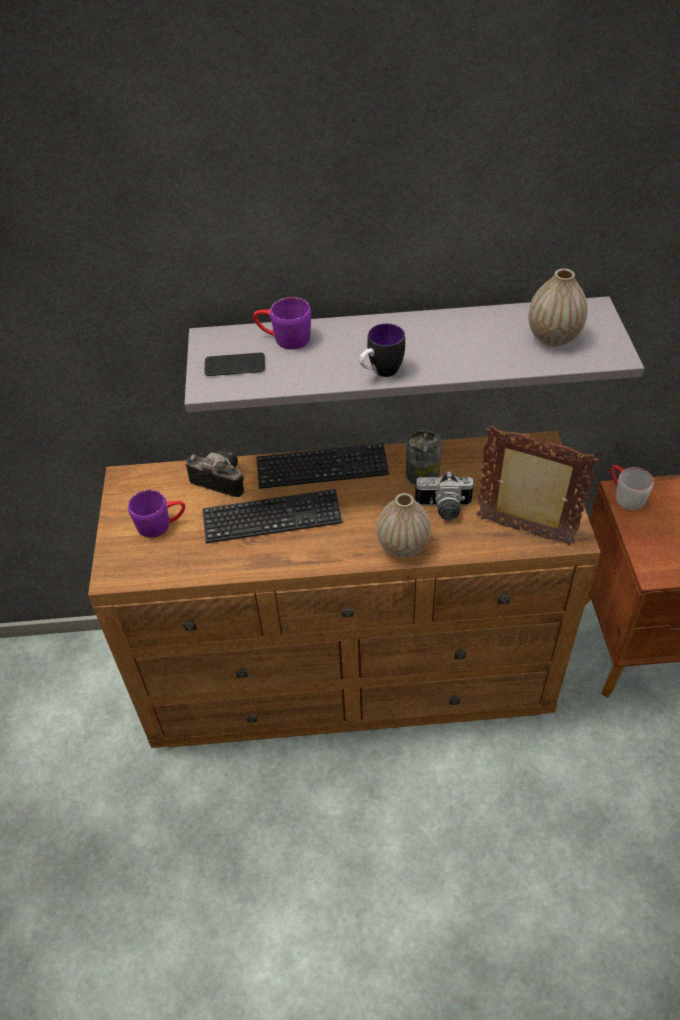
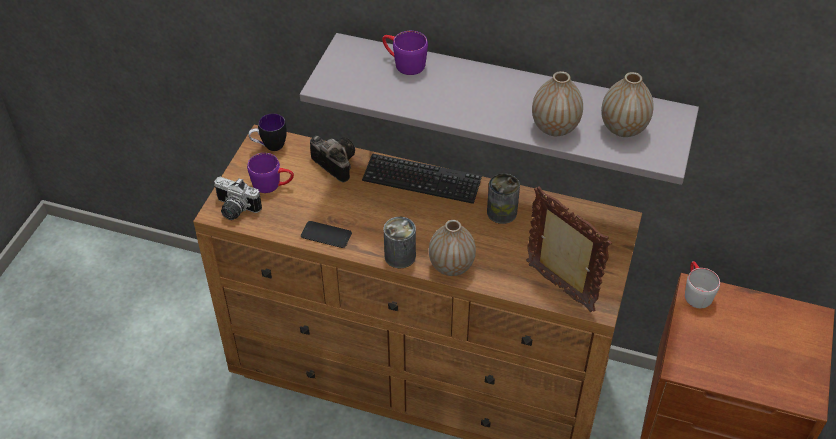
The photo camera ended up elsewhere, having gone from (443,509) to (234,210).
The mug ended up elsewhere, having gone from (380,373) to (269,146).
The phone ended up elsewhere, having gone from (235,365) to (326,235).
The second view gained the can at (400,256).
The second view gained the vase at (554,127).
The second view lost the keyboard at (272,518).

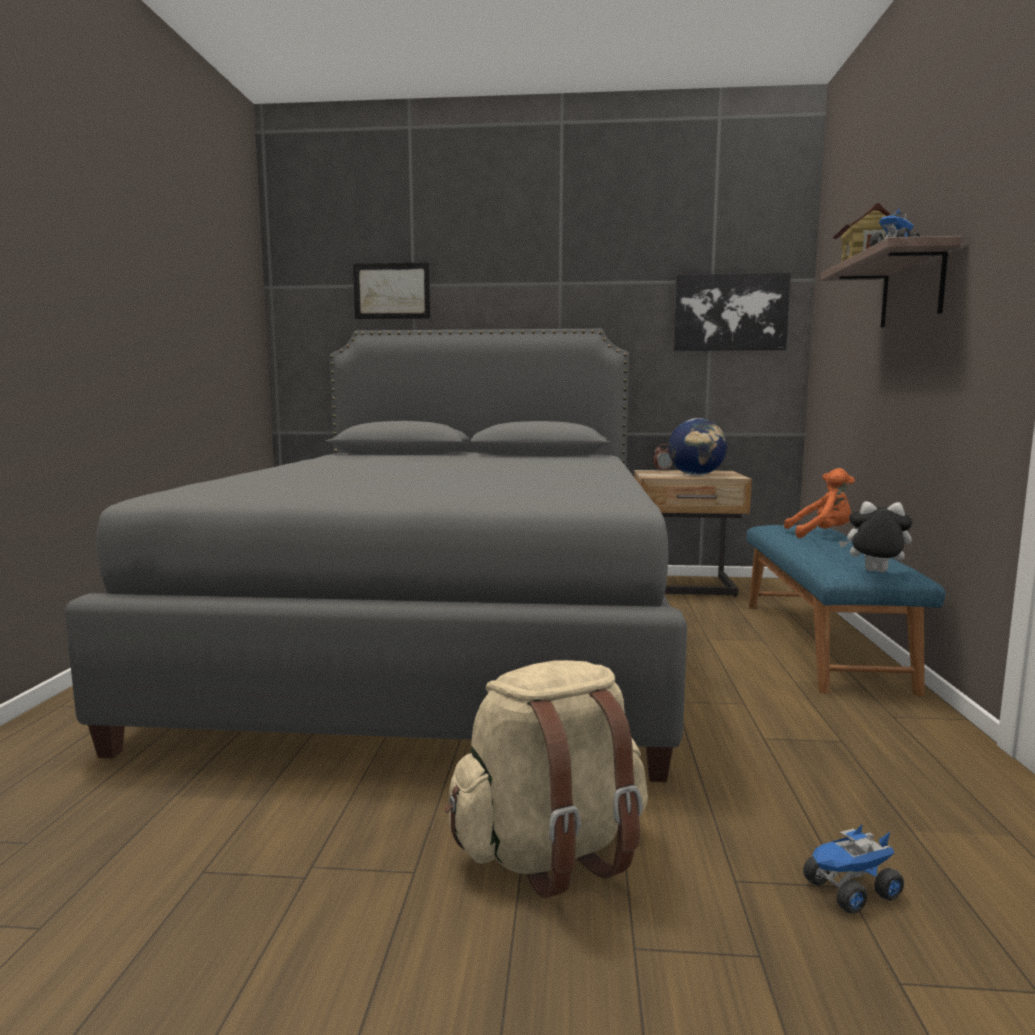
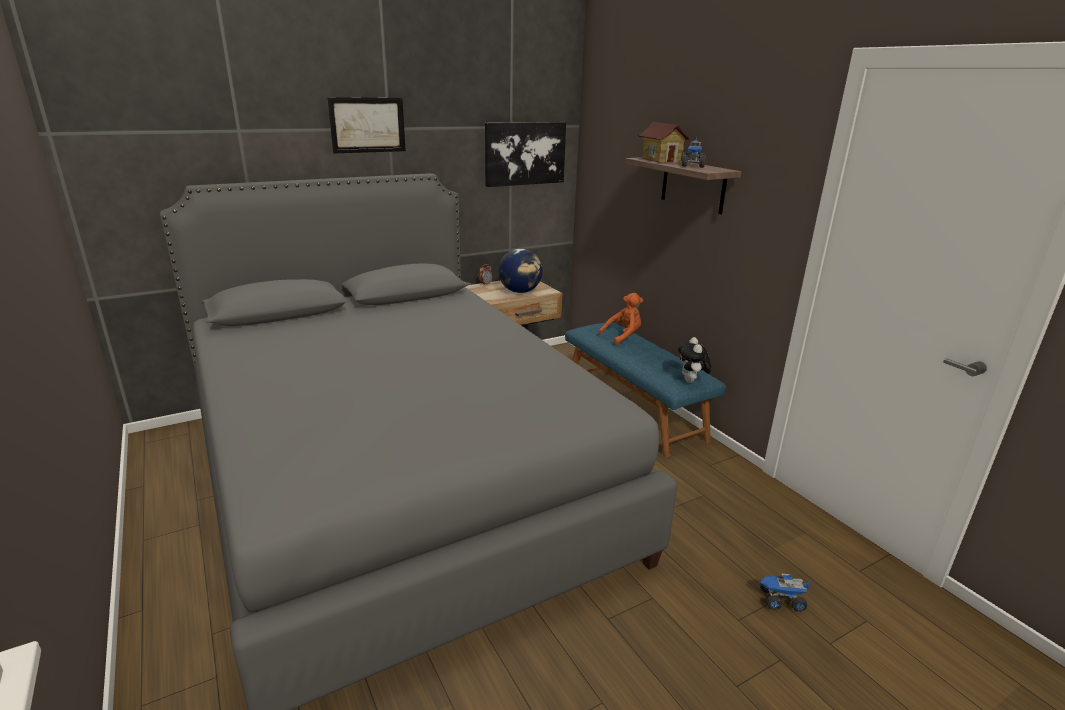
The picture ended up elsewhere, having gone from (392,291) to (367,125).
The plush toy at (874,572) ended up facing another way, 75 degrees counterclockwise from before.
The toy truck at (851,891) ended up facing another way, 60 degrees clockwise from before.
The second view lost the beige backpack at (551,851).

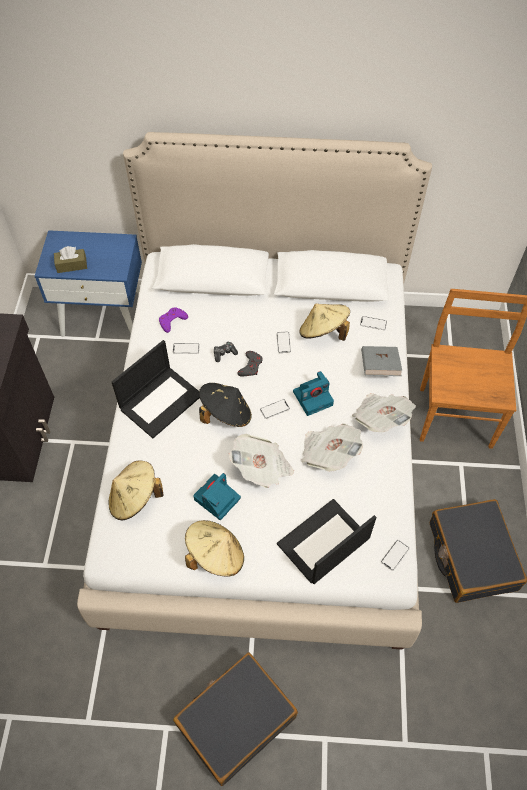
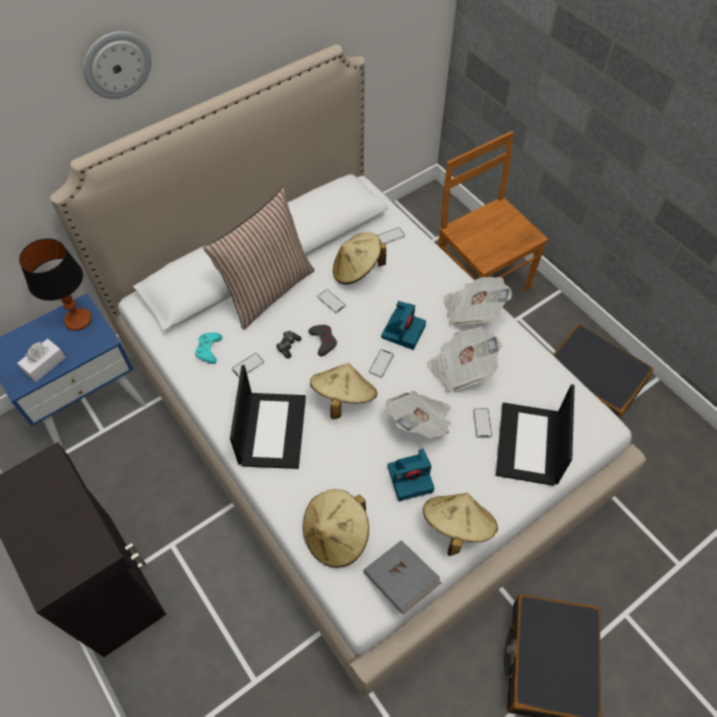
What was the brown tissue box at (71,265) turned into the white tissue box at (44,364).
The second view gained the table lamp at (78,320).
The second view gained the wall clock at (116,64).
What was the purple game controller at (172,321) turned into the turquoise game controller at (209,349).
The second view gained the pillow at (268,290).
What was the black hat at (225,414) turned into the beige hat at (343,398).
The grey book ended up elsewhere, having gone from (379,368) to (400,581).
The photo camera at (217,499) ended up facing another way, 105 degrees counterclockwise from before.
The phone ended up elsewhere, having gone from (395,555) to (482,423).

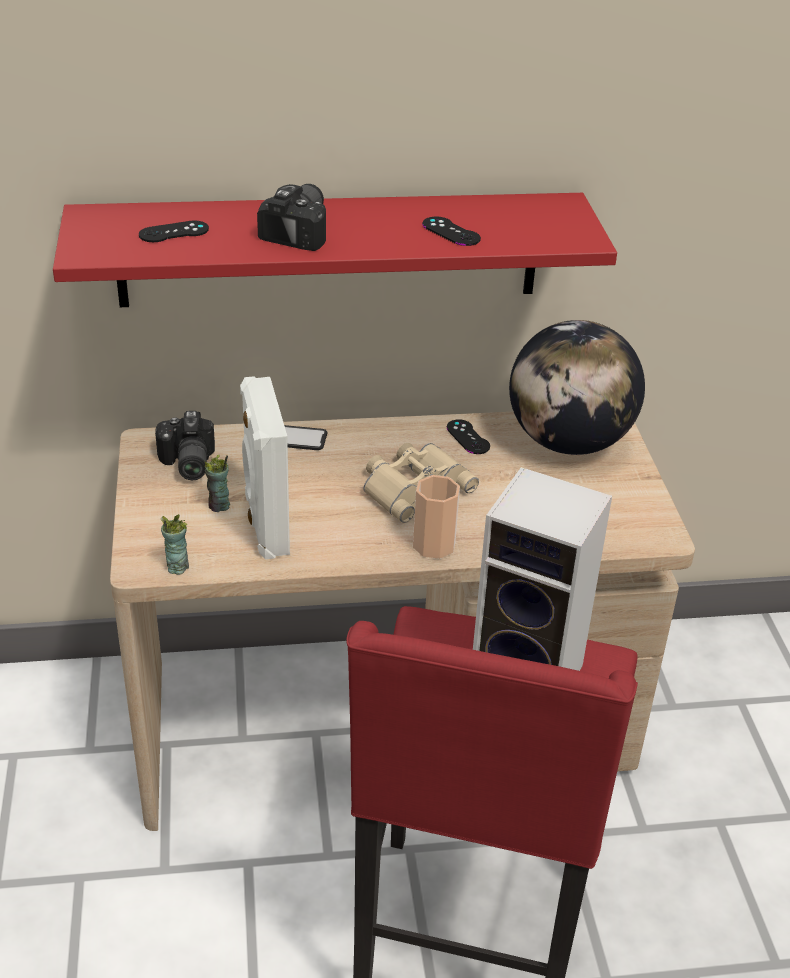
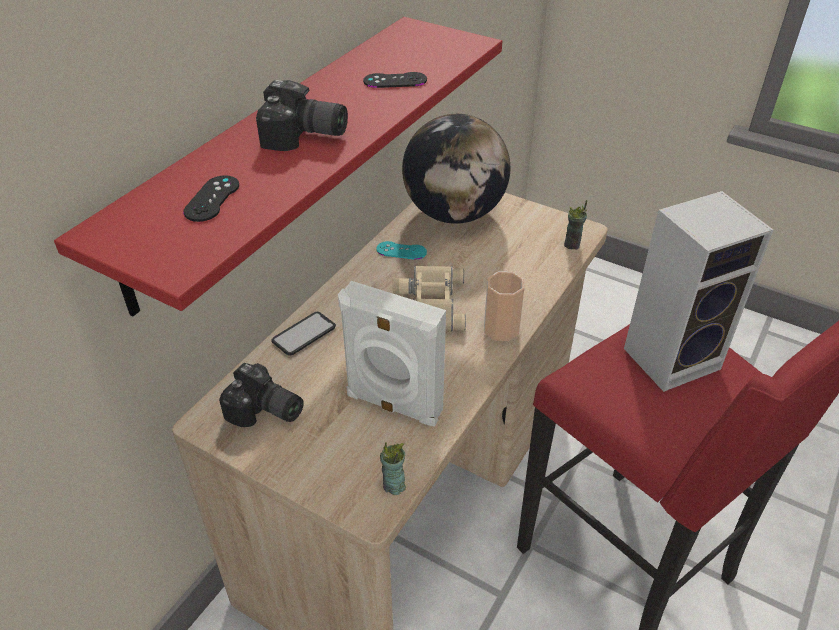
The photo camera at (302,231) ended up facing another way, 135 degrees clockwise from before.
What was the black game controller at (468,437) turned into the turquoise game controller at (401,251).
The cup ended up elsewhere, having gone from (219,506) to (572,245).

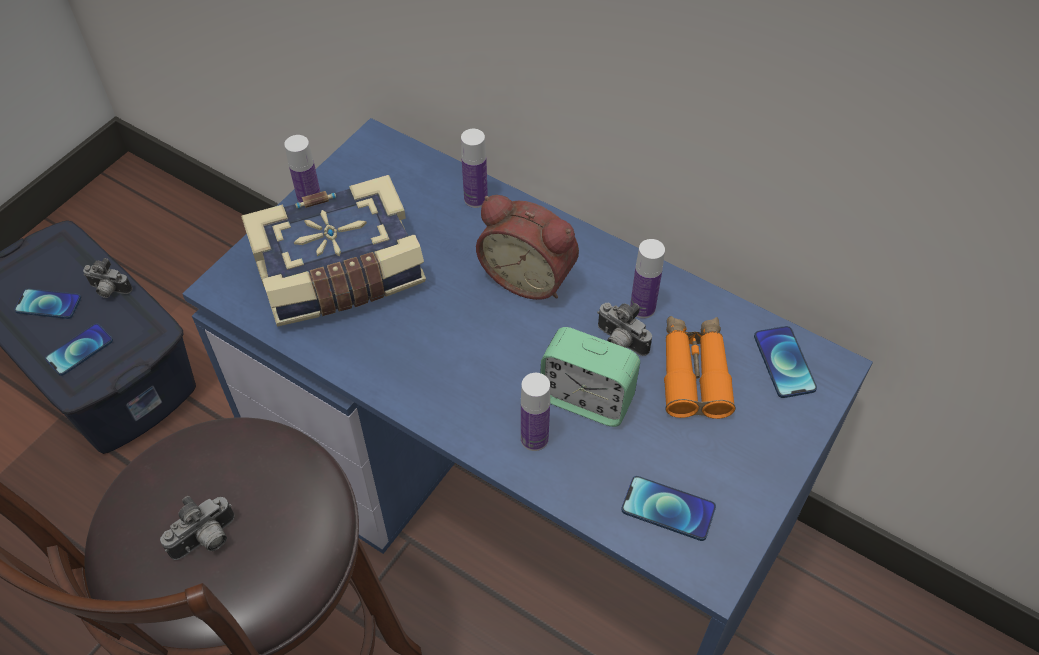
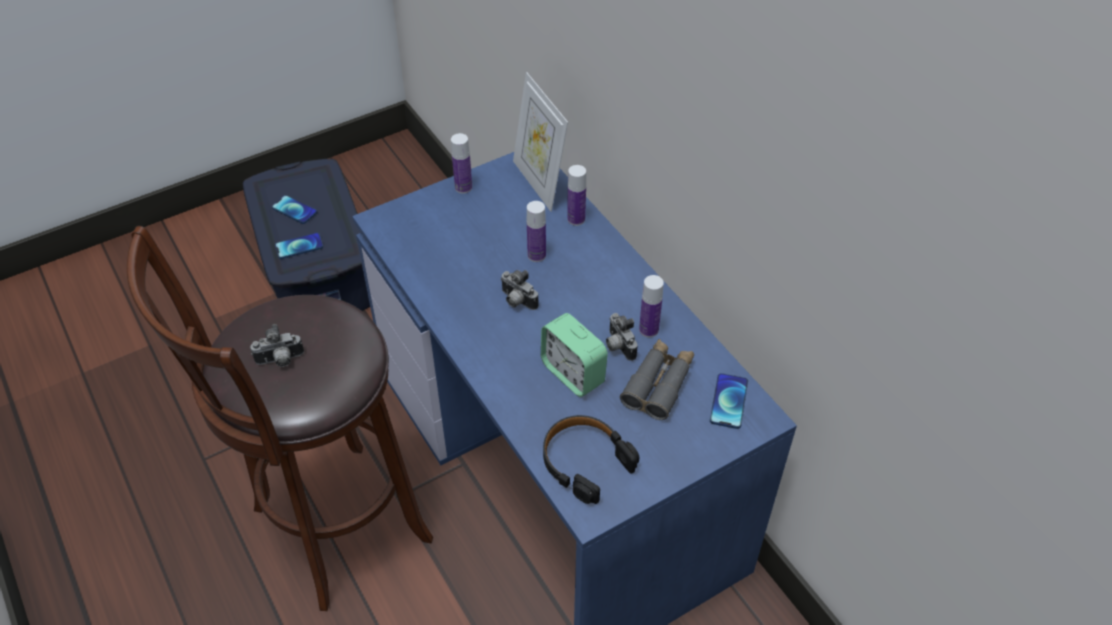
The photo camera ended up elsewhere, having gone from (109,291) to (517,301).
The second view gained the picture frame at (539,183).
The bottle ended up elsewhere, having gone from (534,439) to (536,255).
Where the phone stood at (668,509), the black headphones came to stand at (585,462).
What was the orange binoculars at (694,372) turned into the grey binoculars at (658,384).
The second view lost the book at (340,274).
The second view lost the alarm clock at (529,276).

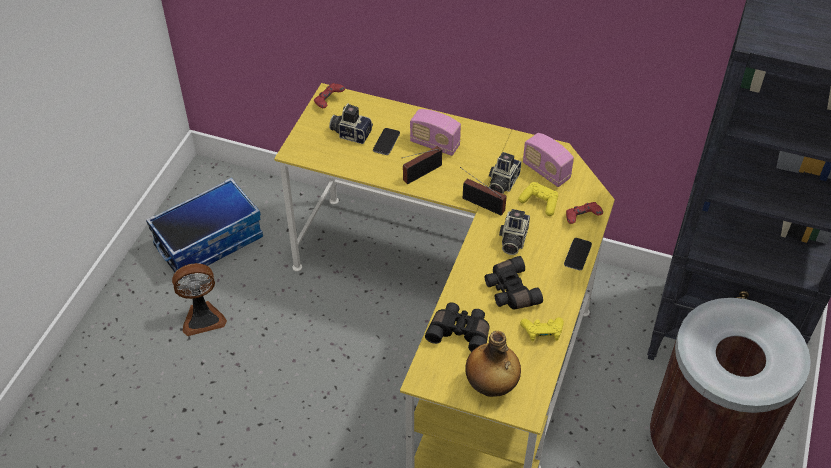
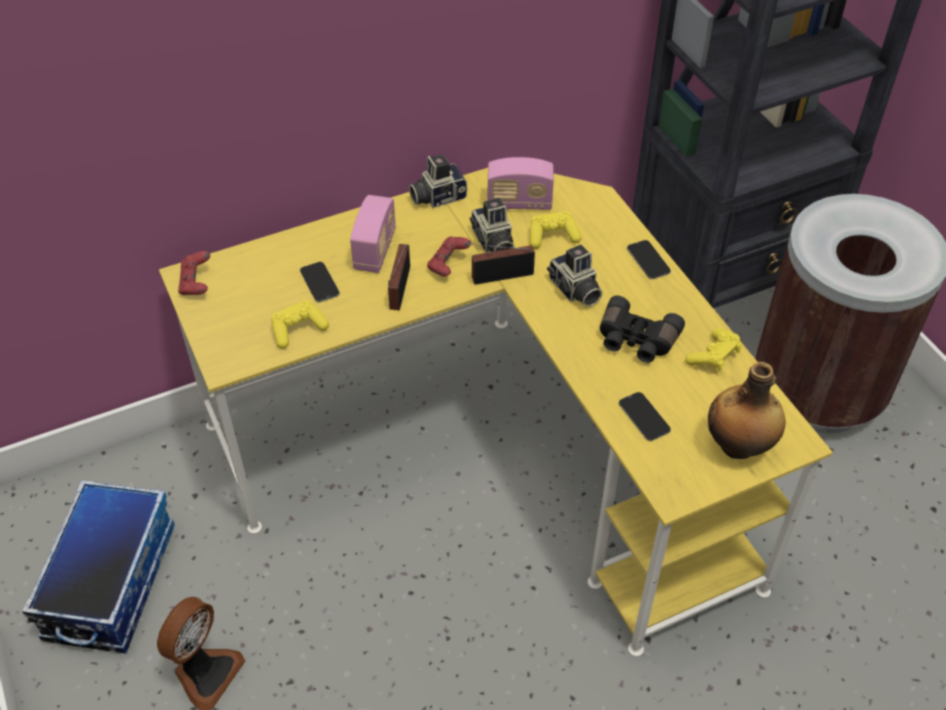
The second view gained the yellow game controller at (298,330).
The radio at (434,144) ended up facing another way, 60 degrees counterclockwise from before.
The photo camera ended up elsewhere, having gone from (351,133) to (437,196).
The red game controller ended up elsewhere, having gone from (582,219) to (448,265).
Where the black binoculars stood at (460,332), the phone came to stand at (644,417).

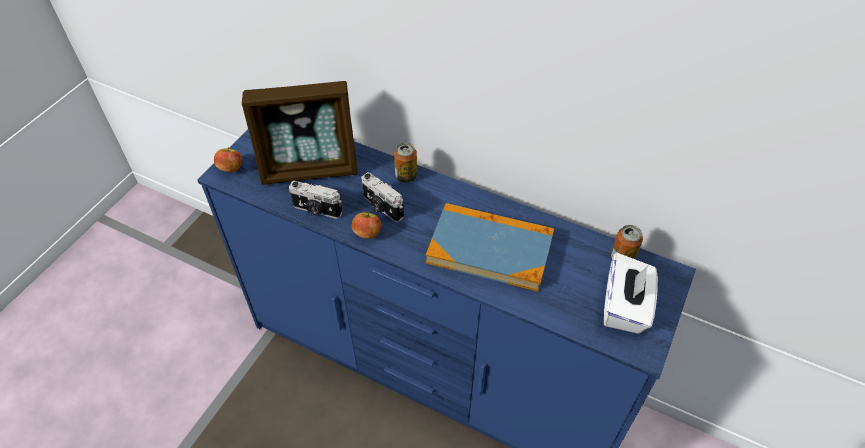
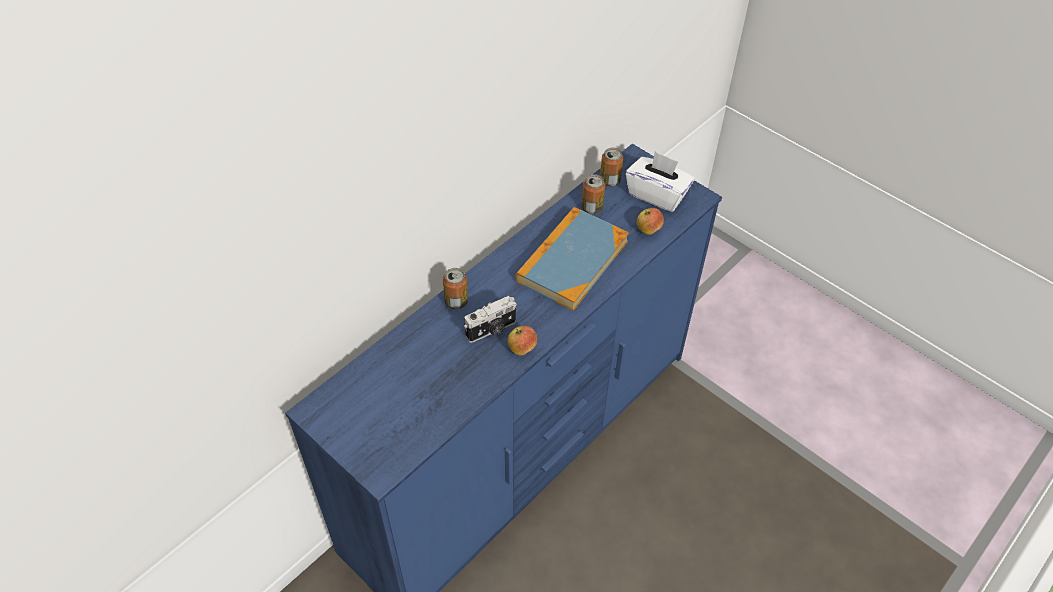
The second view gained the can at (592,208).
The apple ended up elsewhere, having gone from (230,169) to (648,229).
The second view lost the picture frame at (310,169).
The second view lost the photo camera at (317,210).

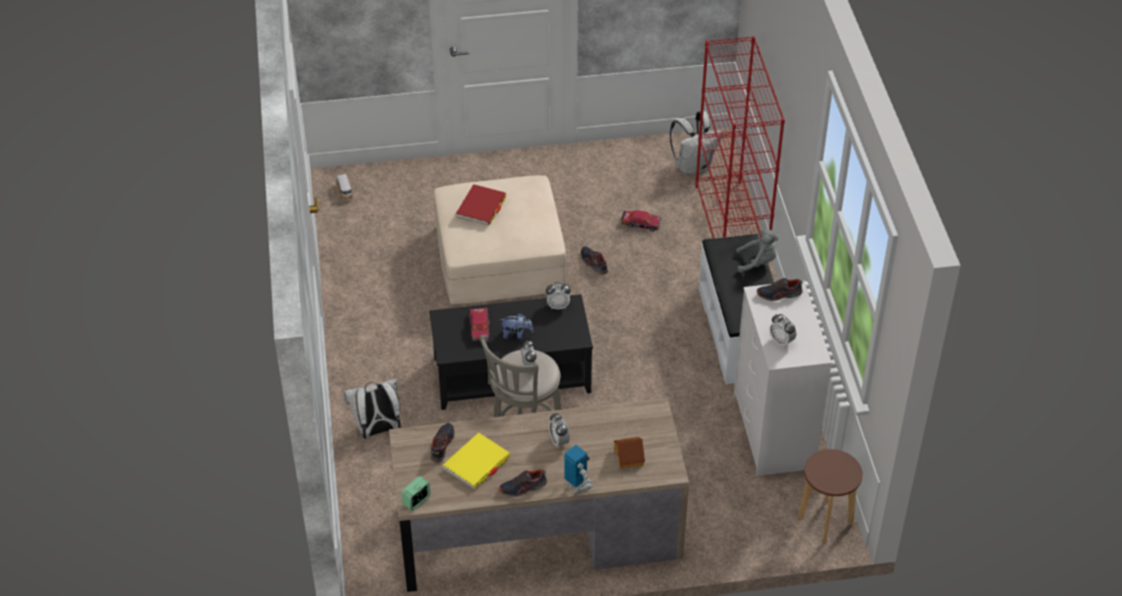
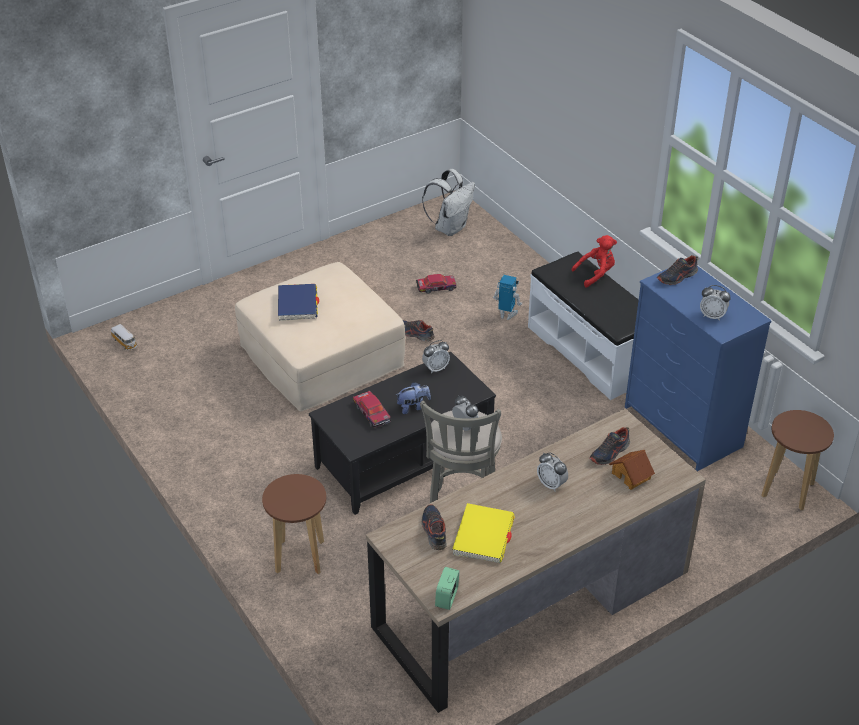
Where the white backpack stood at (377,430), the brown stool came to stand at (300,557).
What was the red book at (481,207) turned into the blue book at (297,304).
The toy robot ended up elsewhere, having gone from (577,486) to (507,315).
What was the grey plush toy at (757,262) turned into the red plush toy at (596,274).
The shoe ended up elsewhere, having gone from (523,487) to (610,453).
What was the white dresser at (773,432) turned into the blue dresser at (684,427).
The second view lost the red bookcase at (731,226).

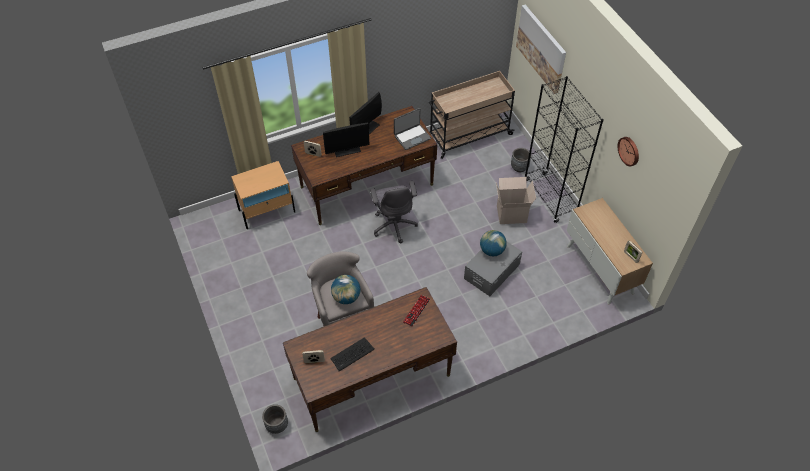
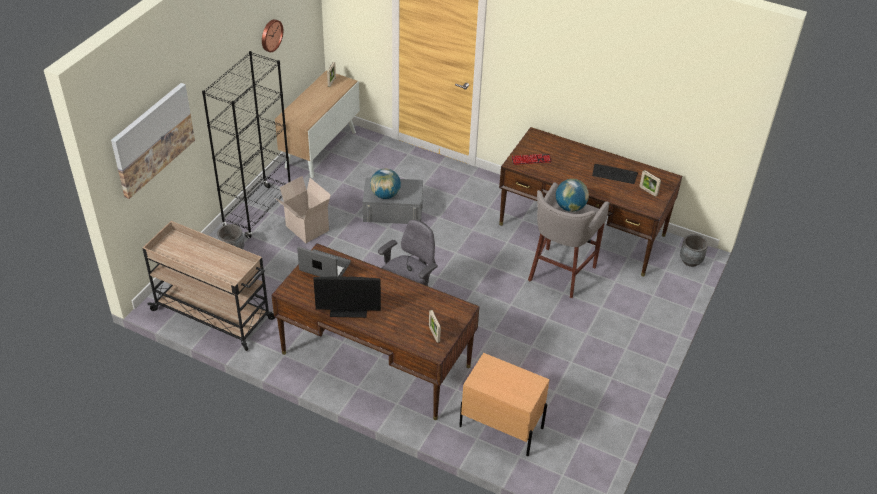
The second view lost the monitor at (347,150).

